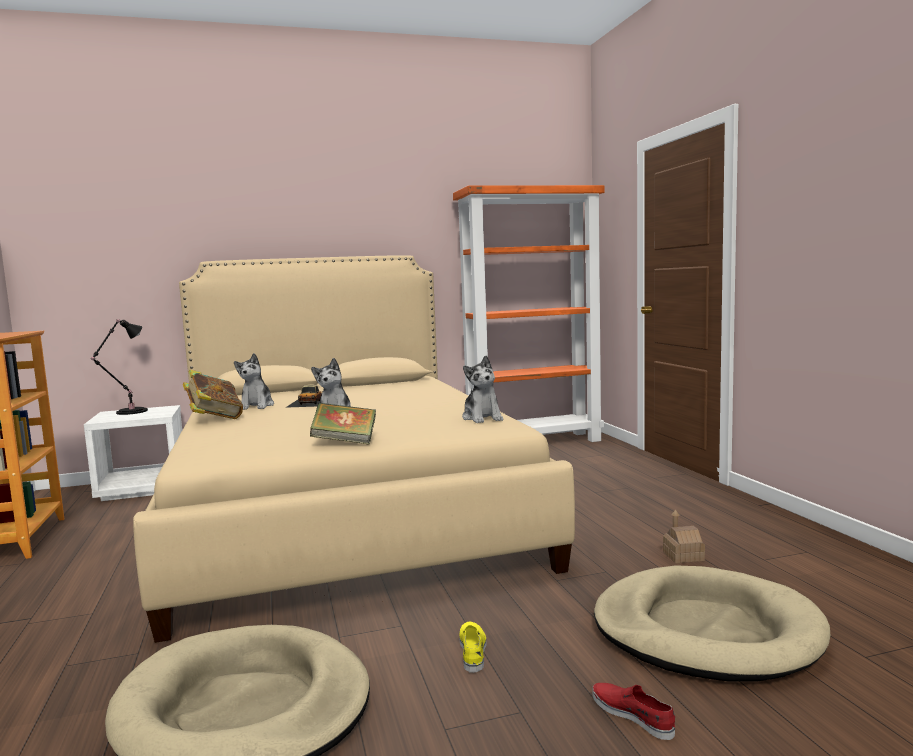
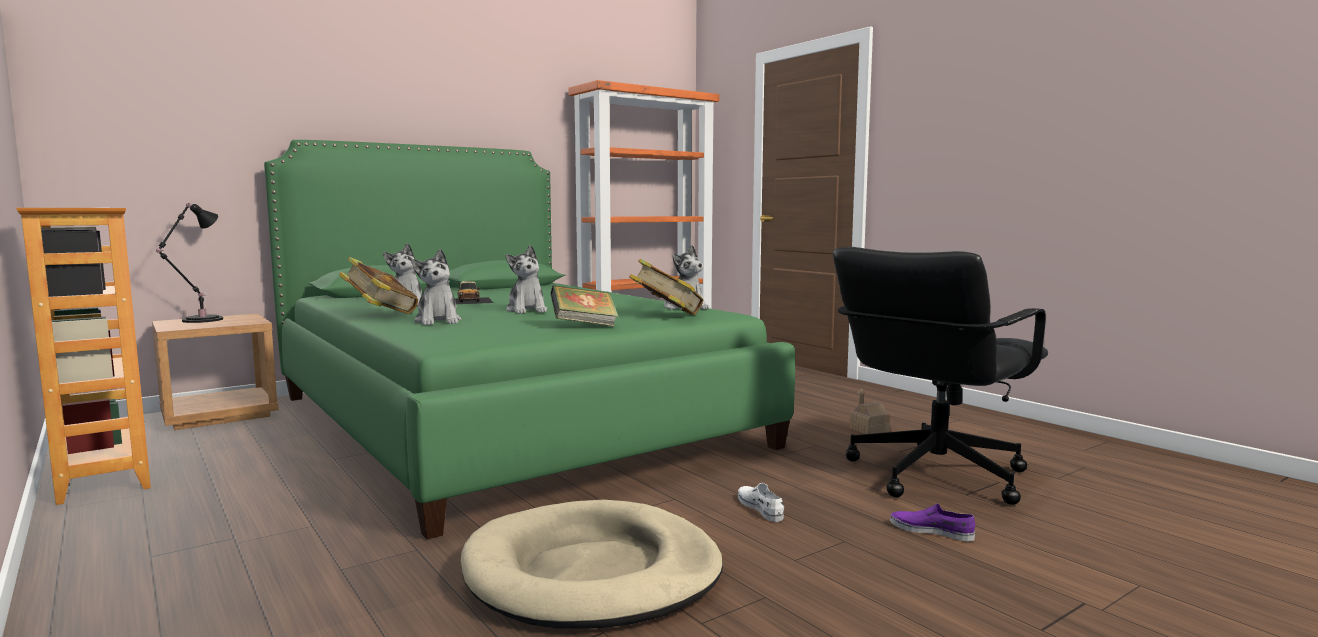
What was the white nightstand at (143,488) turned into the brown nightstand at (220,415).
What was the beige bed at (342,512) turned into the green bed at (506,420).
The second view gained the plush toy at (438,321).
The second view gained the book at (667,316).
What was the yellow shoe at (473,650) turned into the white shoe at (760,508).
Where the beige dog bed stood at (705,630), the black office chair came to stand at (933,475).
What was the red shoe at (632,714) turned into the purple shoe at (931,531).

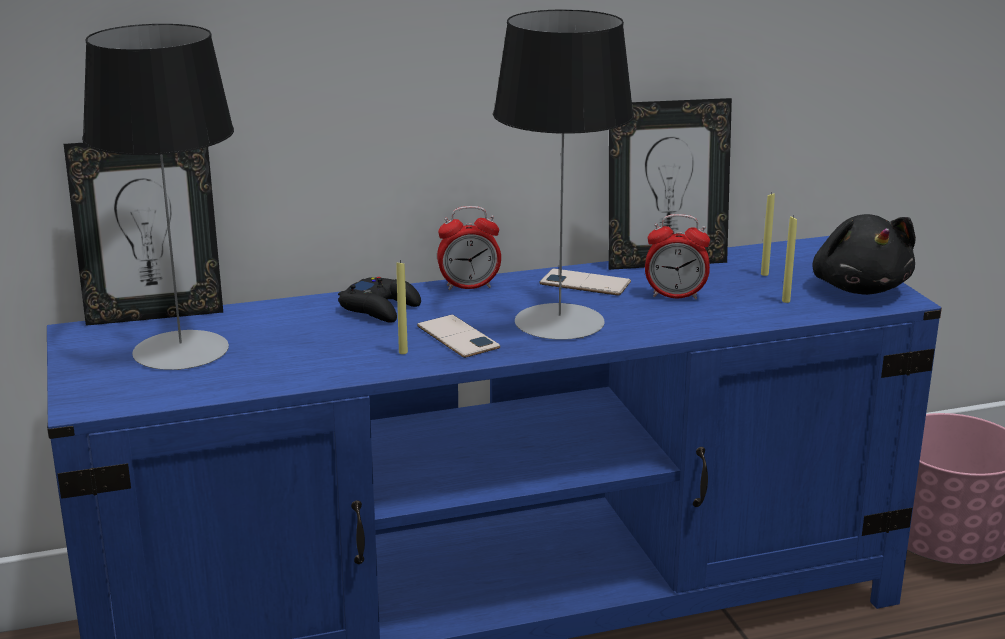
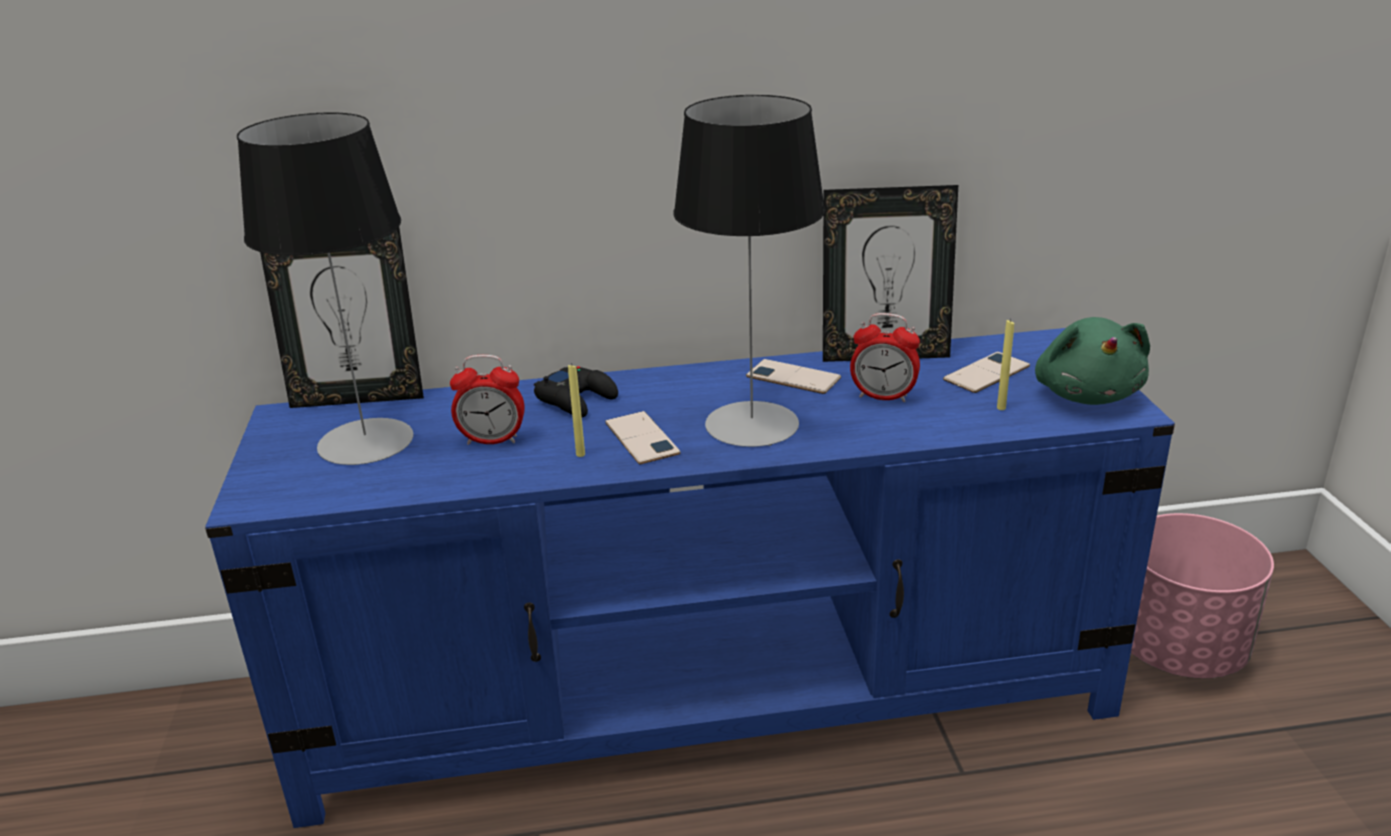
The alarm clock ended up elsewhere, having gone from (469,286) to (492,440).
Where the yellow candle stood at (764,274), the phone came to stand at (986,373).
What was the black plush toy at (859,287) turned into the green plush toy at (1087,394).

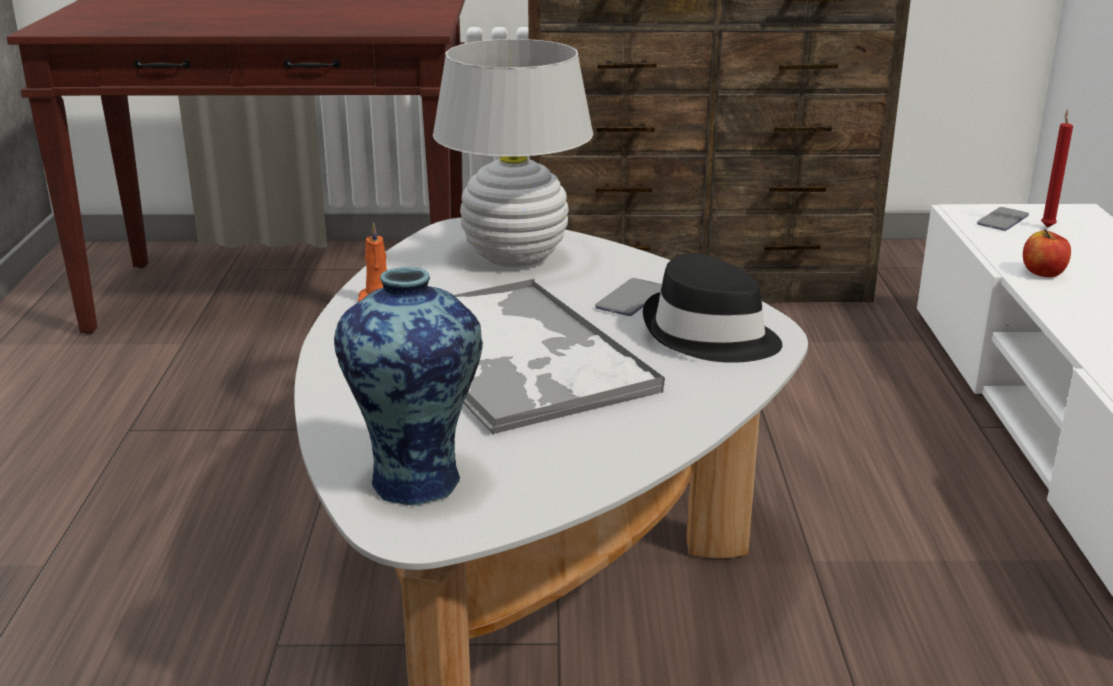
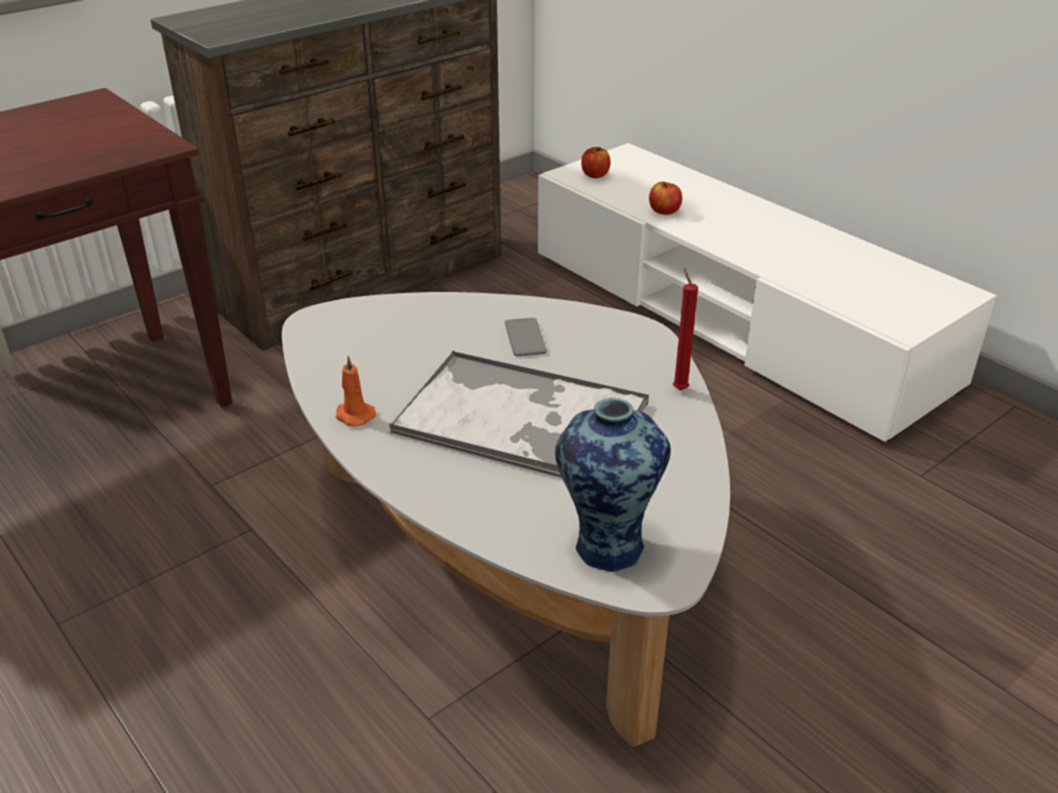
Where the phone stood at (1002,220), the apple came to stand at (595,175).
The red candle ended up elsewhere, having gone from (1047,226) to (679,388).
The second view lost the white table lamp at (515,257).
The second view lost the black hat at (709,336).

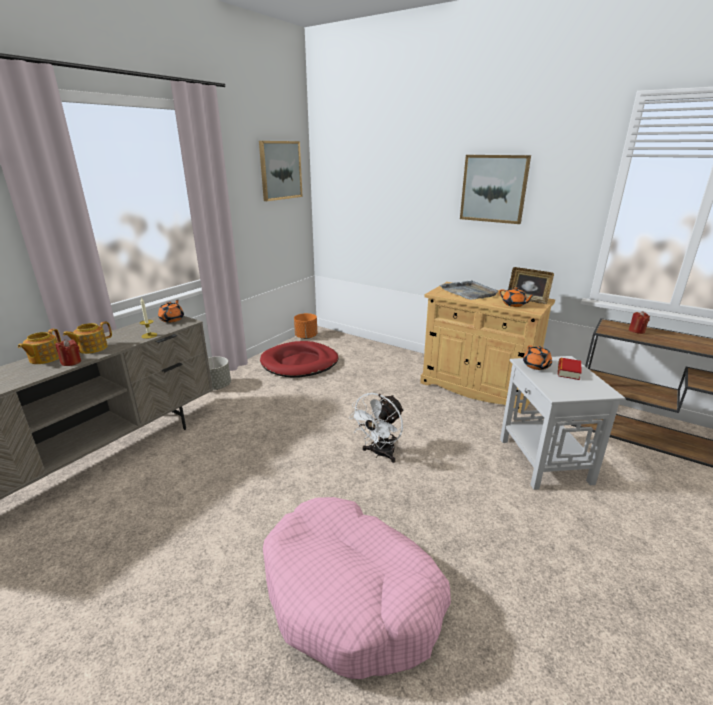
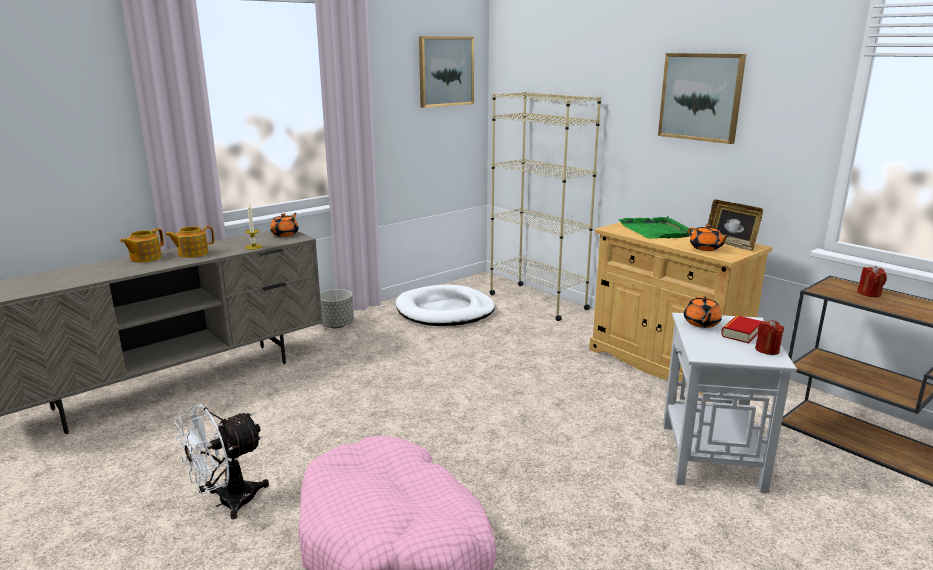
The white fan ended up elsewhere, having gone from (379,454) to (227,502).
What was the red dog bed at (300,363) turned into the white dog bed at (445,311).
The second view gained the beige bookcase at (537,301).
What was the grey tray at (469,292) turned into the green tray at (656,231).
The red candle ended up elsewhere, having gone from (71,362) to (767,350).
The second view lost the orange planter at (306,337).

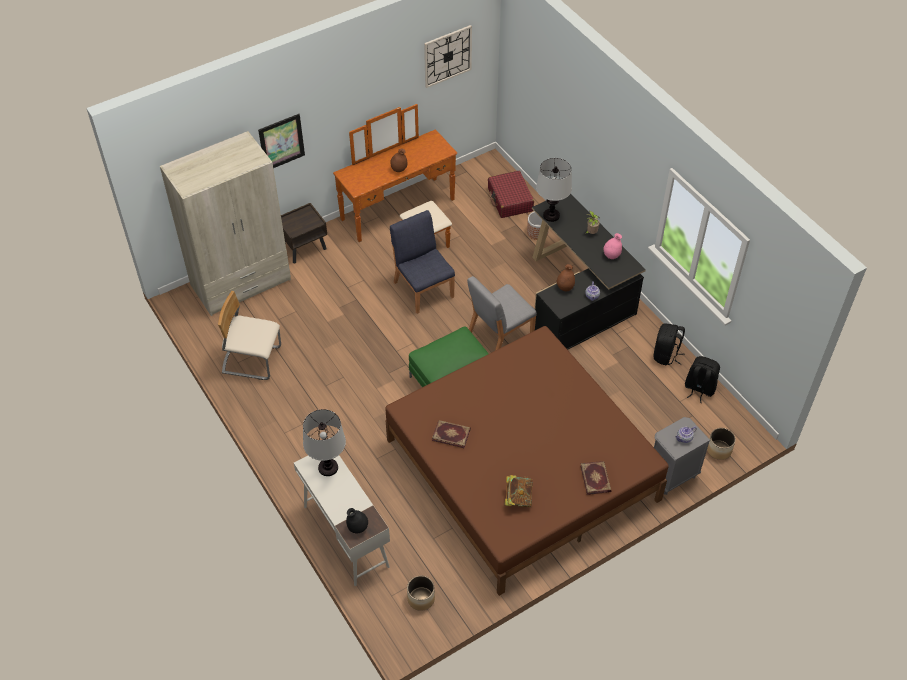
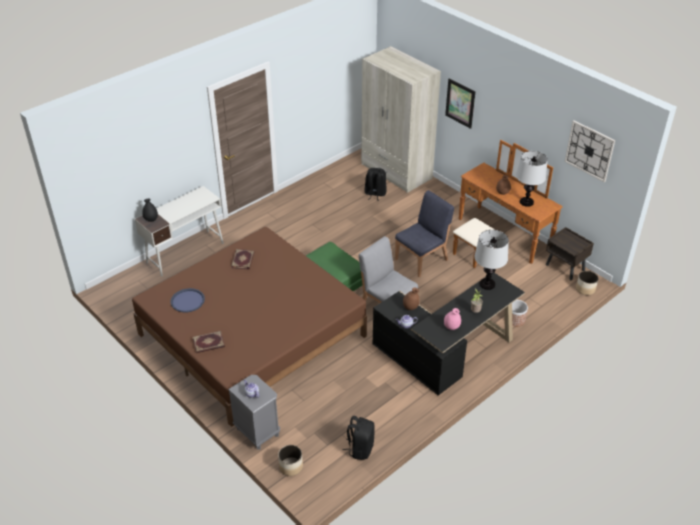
Where the book stood at (518,498), the blue tray came to stand at (187,301).
The black backpack ended up elsewhere, having gone from (666,355) to (375,194).
The table lamp ended up elsewhere, having gone from (328,468) to (526,202).
The brown nightstand ended up elsewhere, having gone from (304,248) to (565,268).
The planter ended up elsewhere, having gone from (420,598) to (585,289).
The second view lost the beige chair at (252,360).
The second view lost the red suitcase at (510,200).

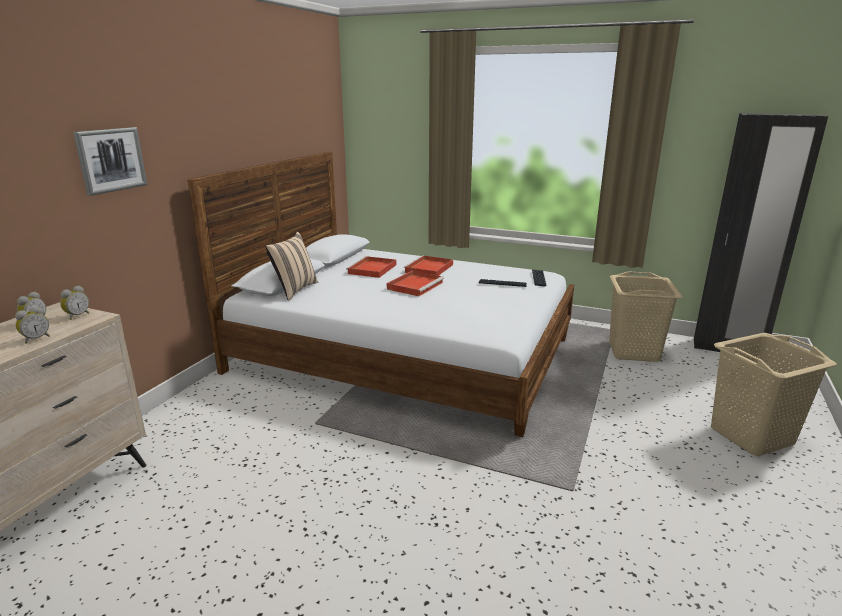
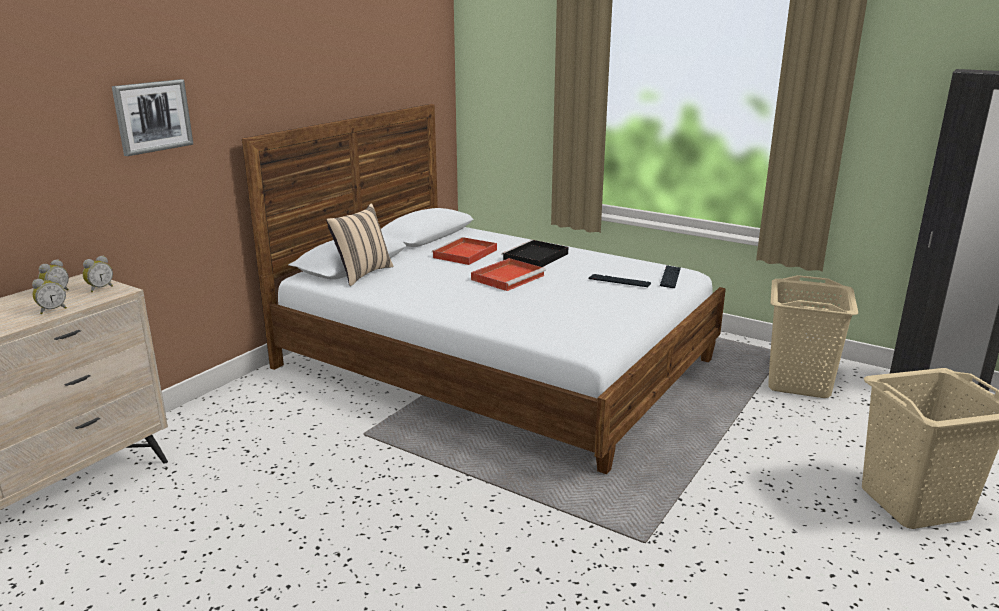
What was the red tray at (429,269) turned into the black tray at (535,257).

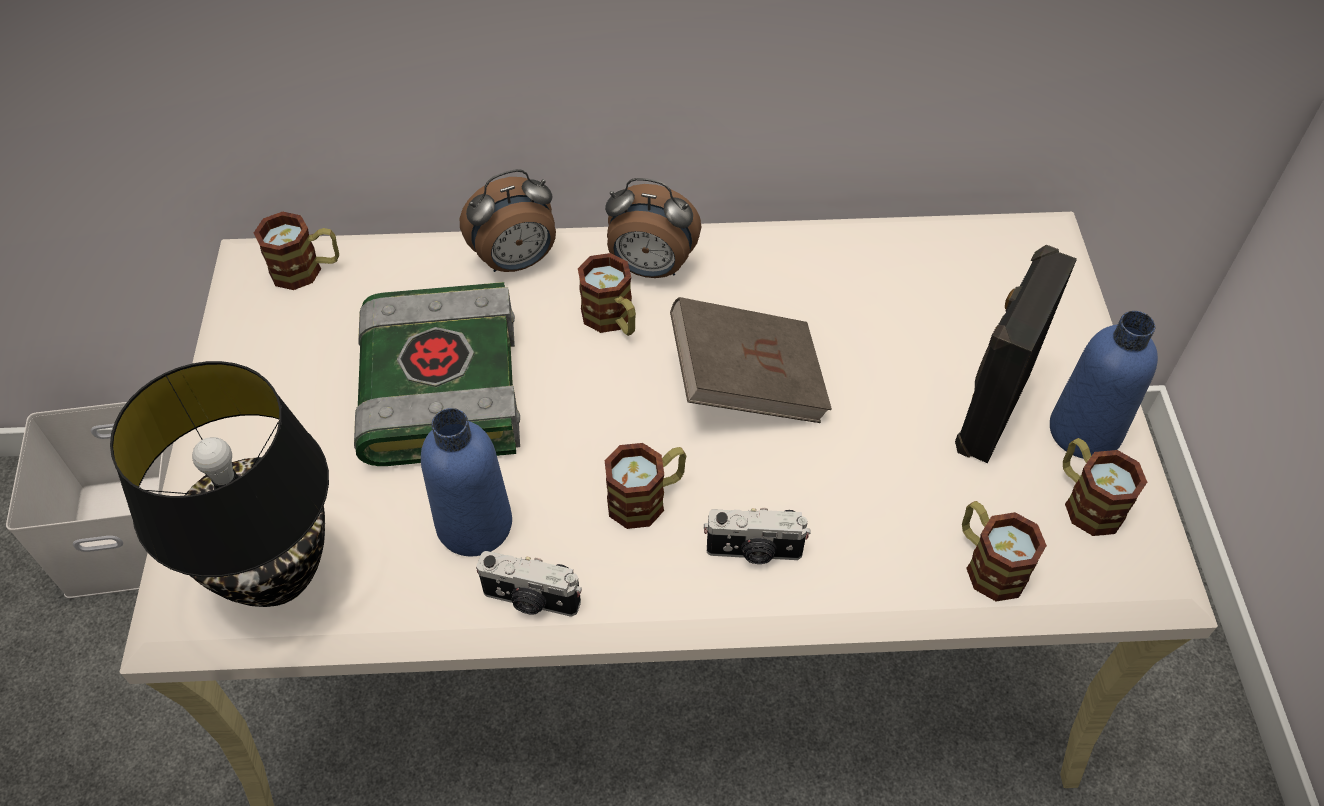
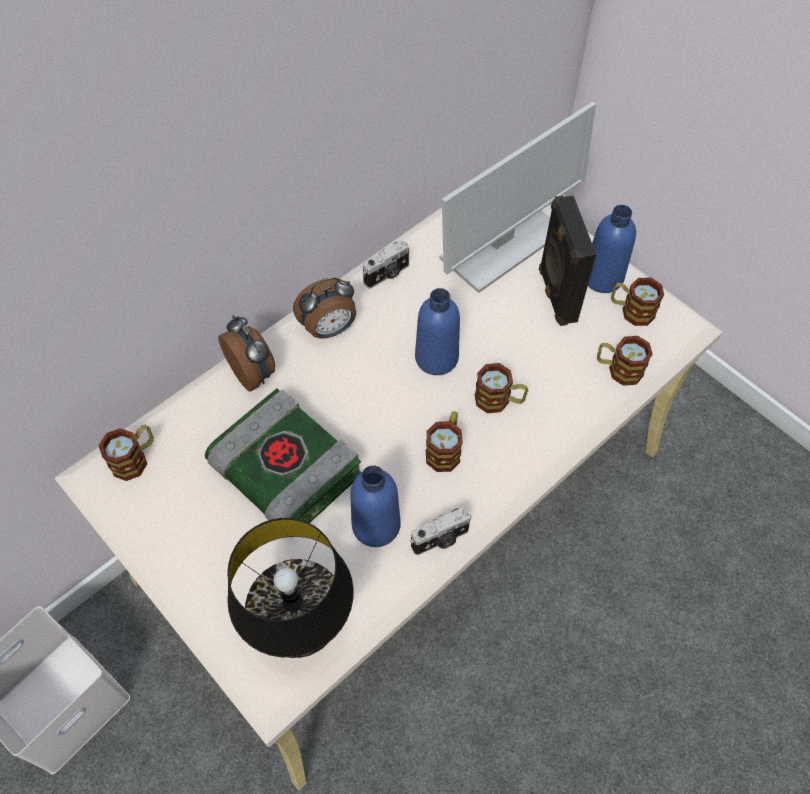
The alarm clock at (516,262) ended up facing another way, 60 degrees counterclockwise from before.
The photo camera ended up elsewhere, having gone from (754,551) to (387,275).
Where the brown book stood at (747,383), the blue bottle came to stand at (436,358).
The second view gained the monitor at (502,246).
The mug ended up elsewhere, having gone from (613,320) to (499,400).

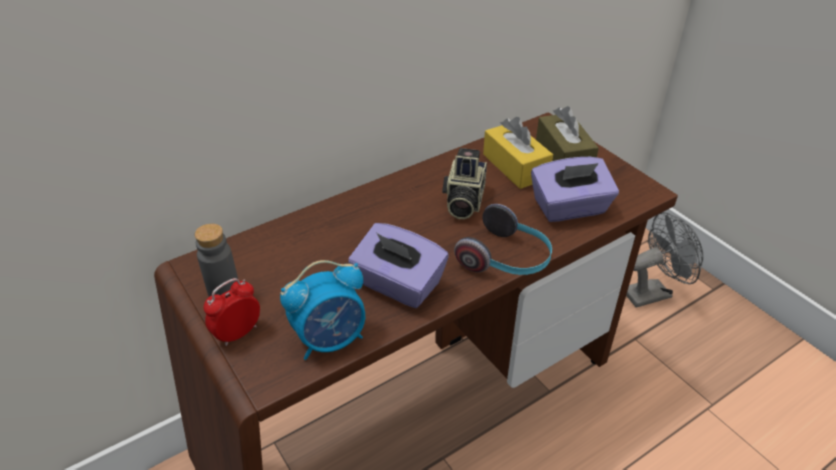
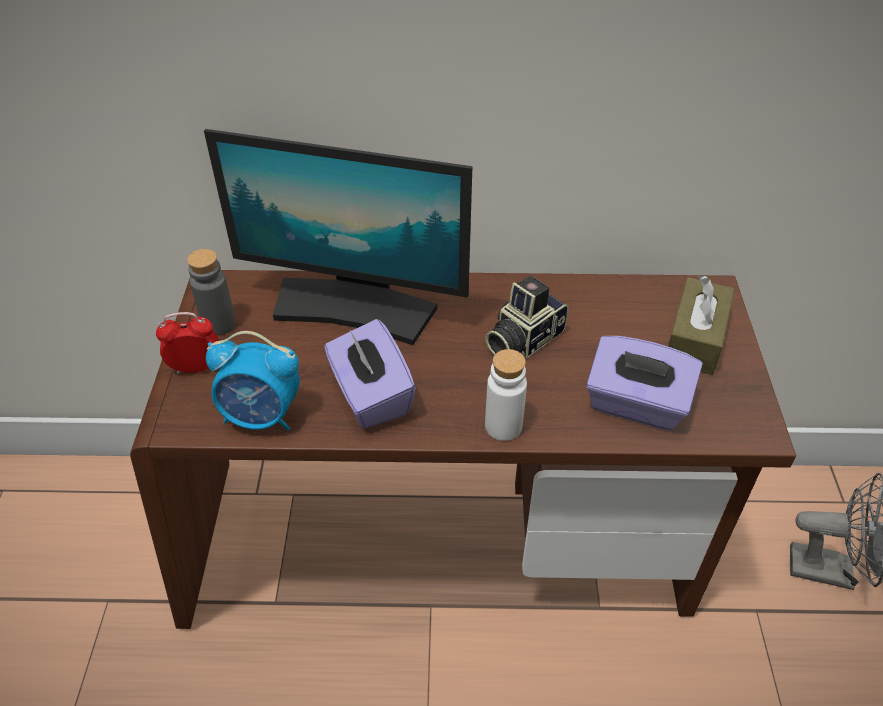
The second view gained the monitor at (354,307).
Where the headphones stood at (506,259), the white bottle came to stand at (503,426).
The second view lost the yellow tissue box at (515,166).

